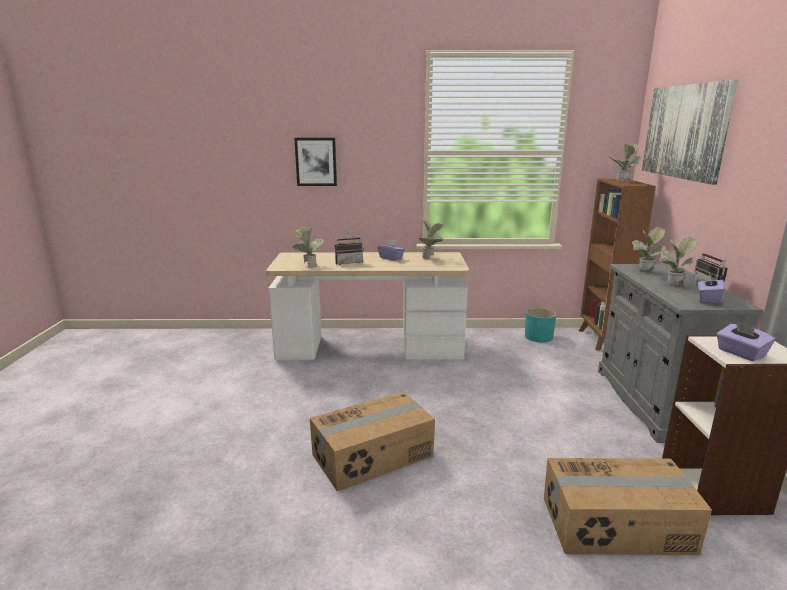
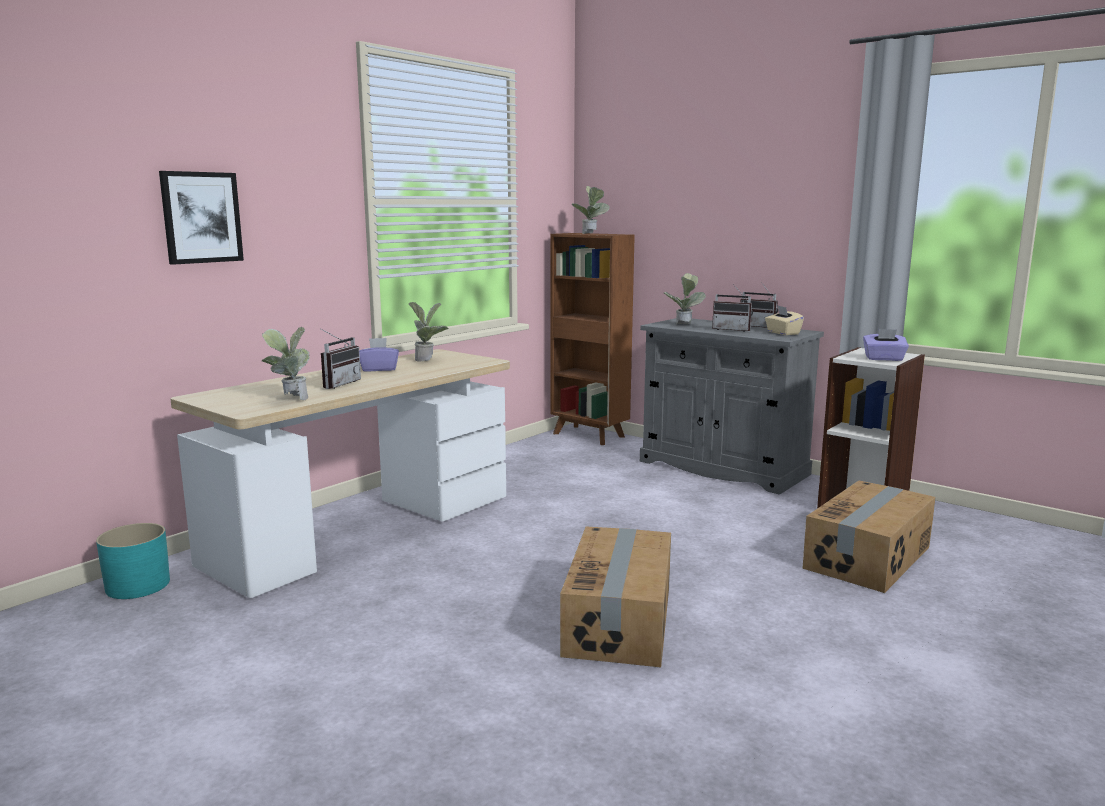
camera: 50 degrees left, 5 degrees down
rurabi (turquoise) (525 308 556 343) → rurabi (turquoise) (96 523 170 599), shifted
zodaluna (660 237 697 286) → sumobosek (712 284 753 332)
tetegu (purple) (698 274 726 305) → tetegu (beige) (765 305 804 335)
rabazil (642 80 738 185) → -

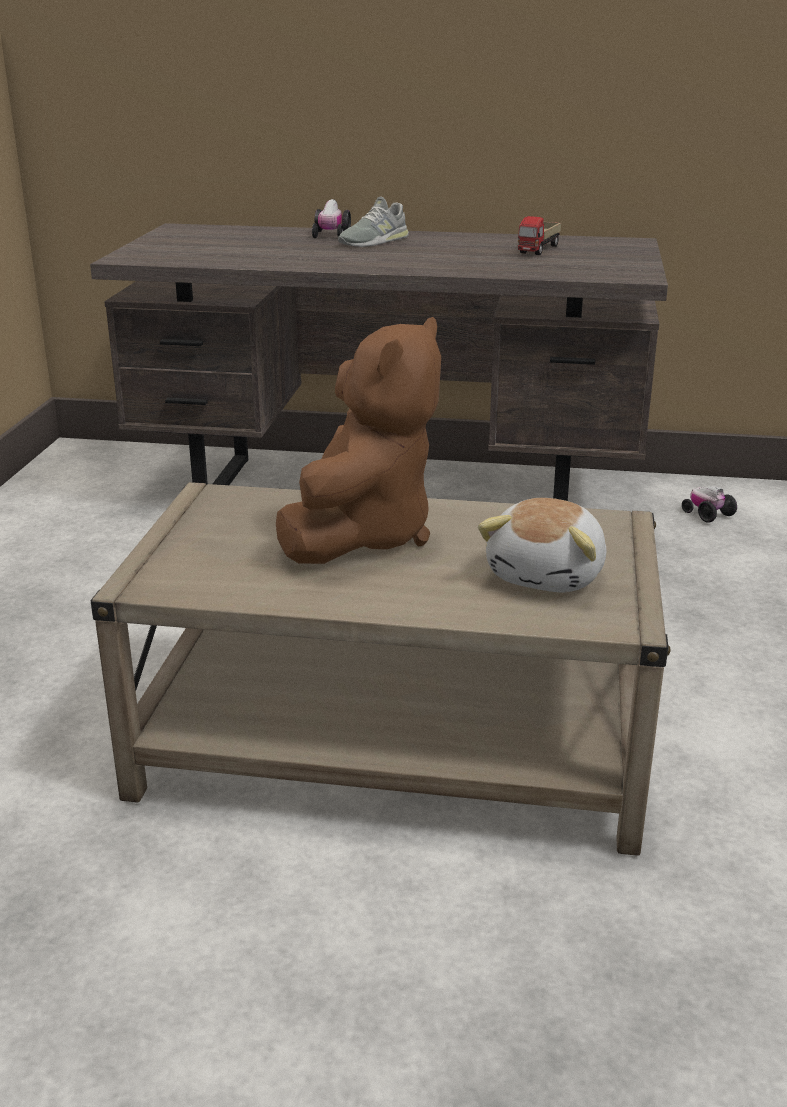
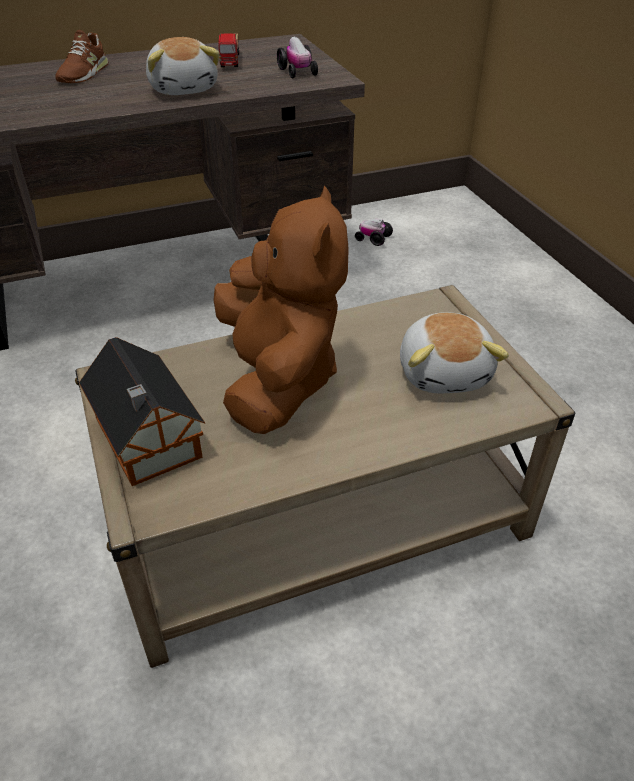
camera: 30 degrees left, 15 degrees up
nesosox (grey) (338 196 409 247) → nesosox (brown) (55 30 108 83)
- → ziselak (79 337 205 486)
- → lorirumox (146 37 220 95)
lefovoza (312 199 351 238) → lefovoza (277 36 318 78), shifted

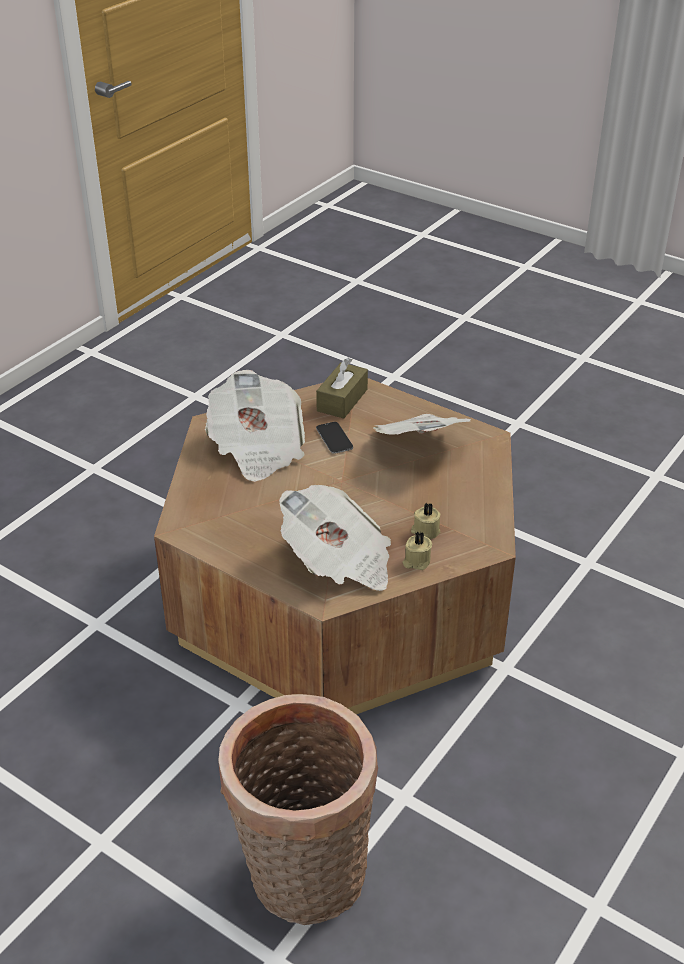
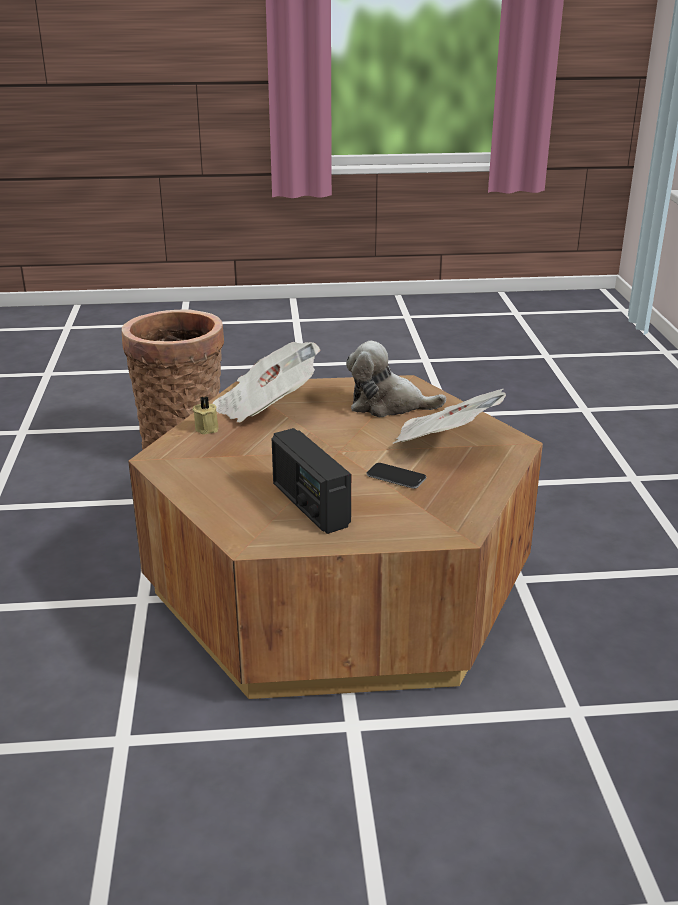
camera: 140 degrees right, 10 degrees down
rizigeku (373 414 471 435) → sumobosek (272 428 351 534)
- → lorirumox (346 341 446 417)
tetegu (brown) (316 357 368 418) → -
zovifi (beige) (411 503 441 539) → -

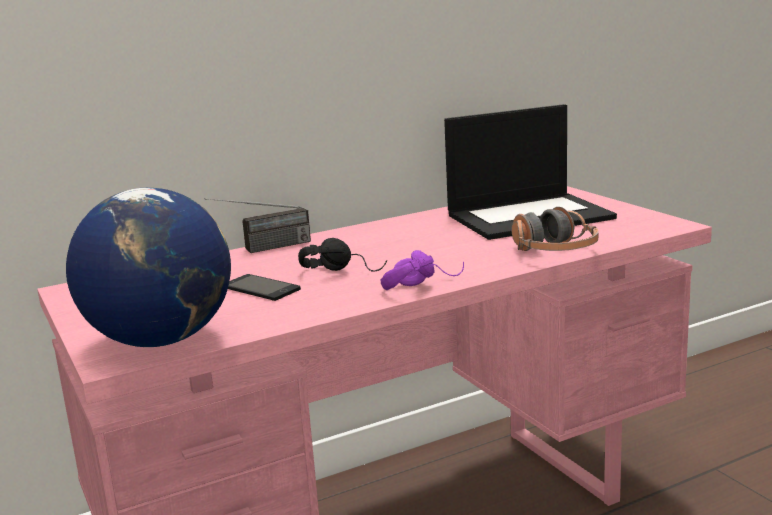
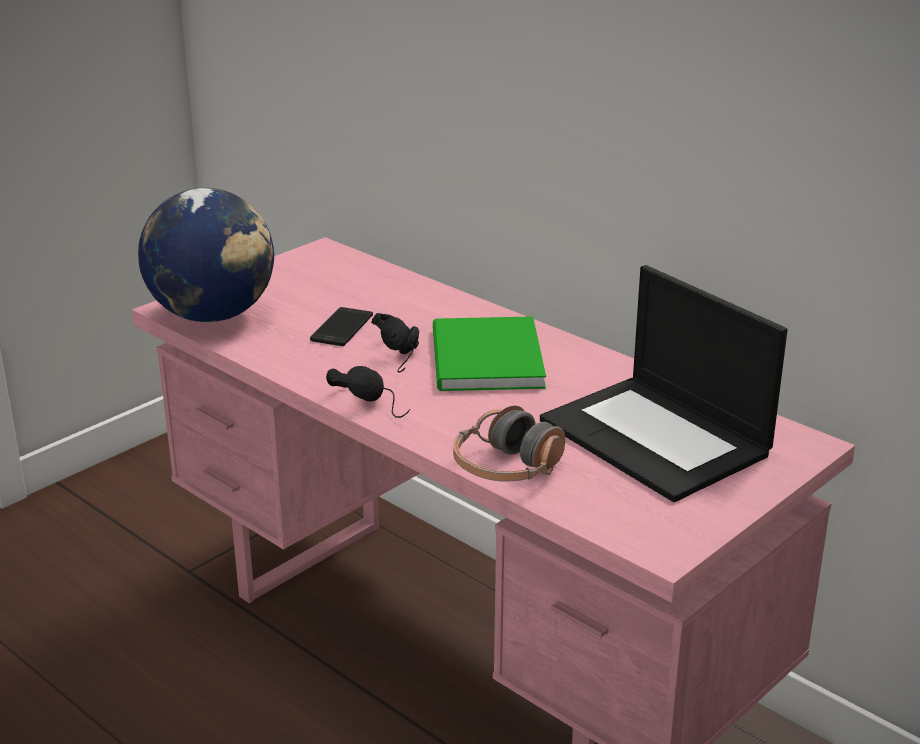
camera: 70 degrees right, 10 degrees up
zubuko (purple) (381 250 464 290) → zubuko (black) (326 366 410 418)
- → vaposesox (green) (433 316 546 391)
sumobosek (205 198 311 253) → -

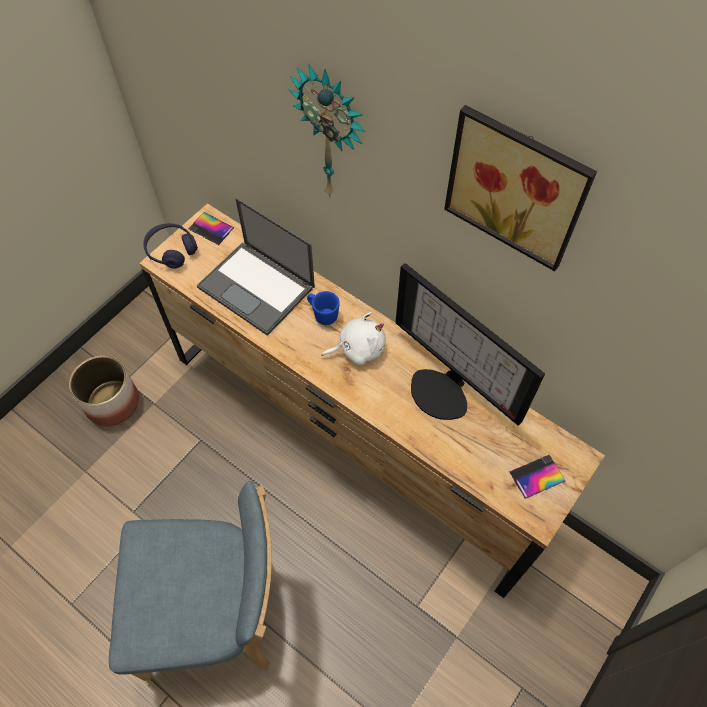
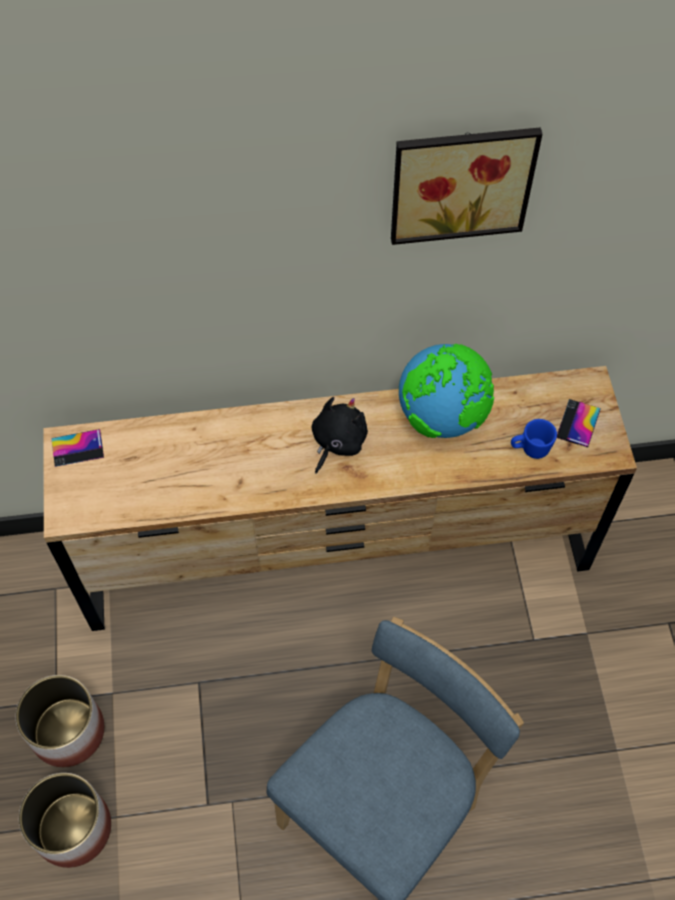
camera: 45 degrees left, 0 degrees up
- → rurabi (19 773 111 868)
lorirumox (white) (321 312 386 365) → lorirumox (black) (312 397 368 474)
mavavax (395 263 545 426) → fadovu (399 344 494 438)
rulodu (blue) (307 291 340 325) → rulodu (blue) (511 419 557 459), shifted
zubuko (purple) (143 223 198 268) → -
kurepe (197 198 315 336) → -
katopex (289 64 365 198) → -

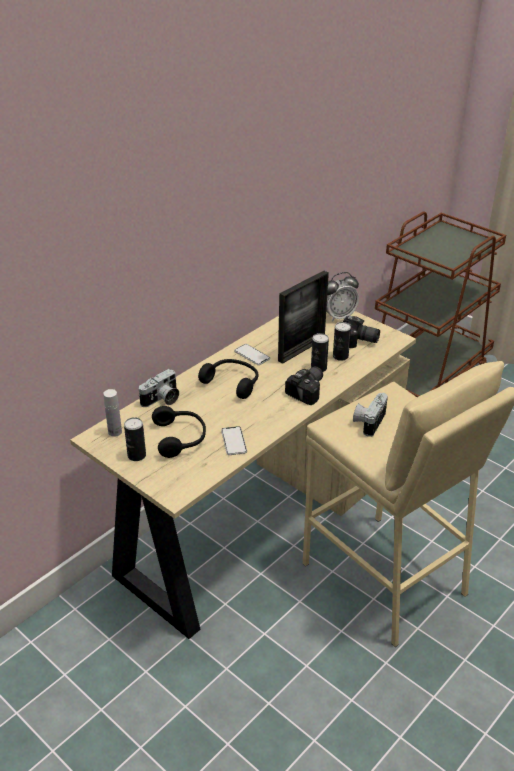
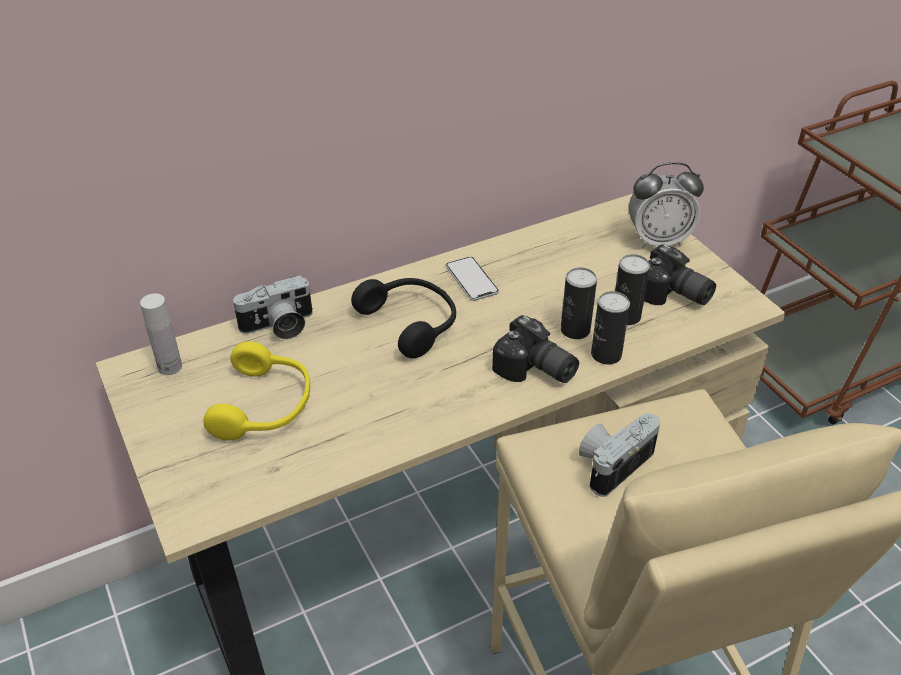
camera: 20 degrees right, 5 degrees up
zubuko (black) (152 406 206 458) → zubuko (yellow) (203 341 310 441)
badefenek (285 366 323 405) → badefenek (492 315 579 383), 75 degrees clockwise
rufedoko (124 417 146 461) → rufedoko (591 291 630 364), shifted
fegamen (221 426 247 455) → -
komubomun (278 271 329 364) → -

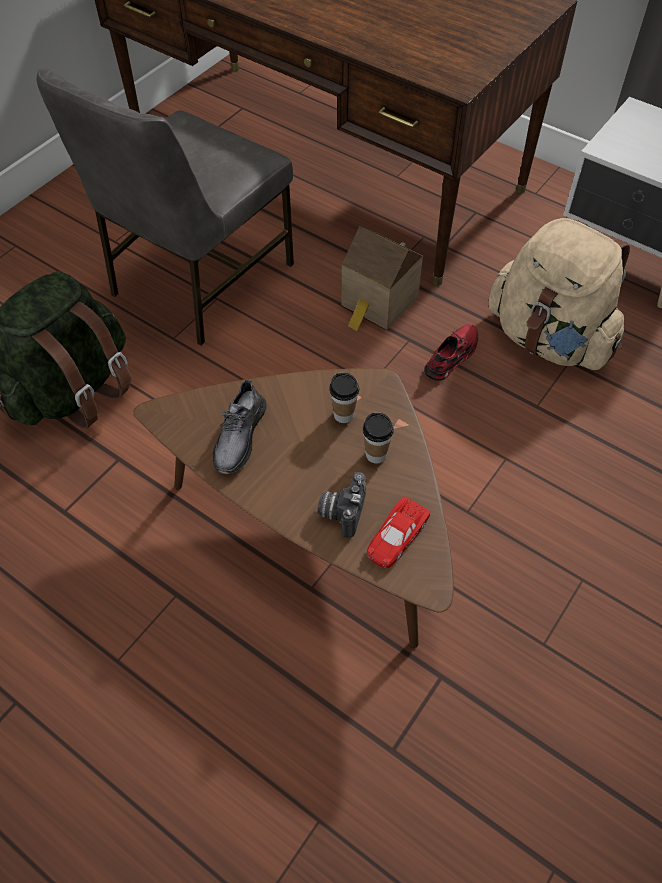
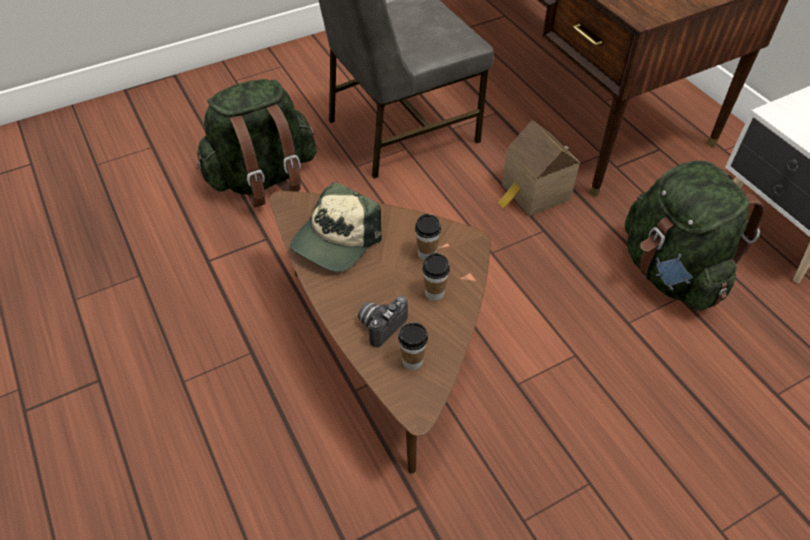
camera: 25 degrees right, 5 degrees down
nesosox (grey) (213 379 267 474) → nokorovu (290 182 382 272)
lefovoza (red) (367 496 431 568) → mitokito (398 323 428 370)
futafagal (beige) (489 218 630 370) → futafagal (green) (625 161 765 311)
nesosox (red) (424 324 478 381) → -

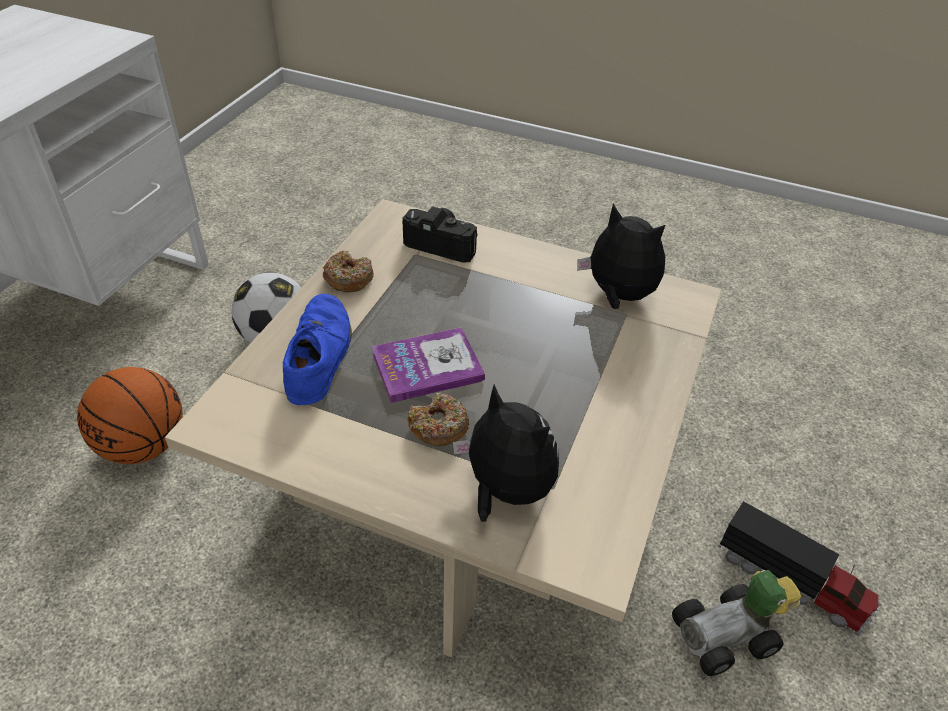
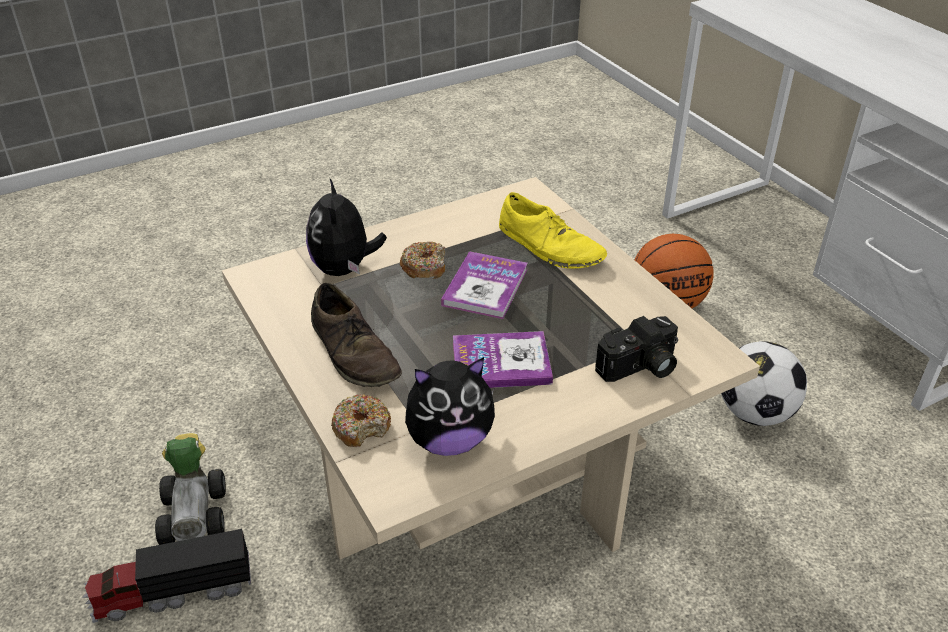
camera: 130 degrees right, 5 degrees down
lefovoza (672 570 801 676) → lefovoza (155 433 226 545), 150 degrees clockwise
lorirumox (453 385 559 522) → lorirumox (306 177 387 276), 90 degrees clockwise
- → nesosox (brown) (311 283 402 387)
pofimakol (323 251 374 292) → pofimakol (331 394 391 447), shifted
- → vaposesox (453 331 553 388)
nesosox (blue) (283 294 352 405) → nesosox (yellow) (499 192 607 269)

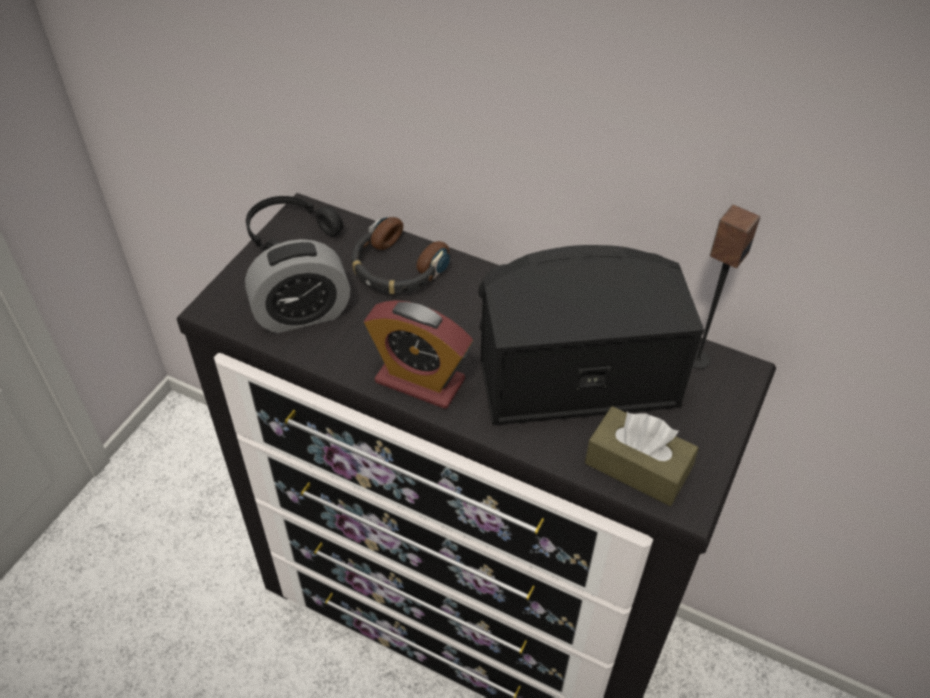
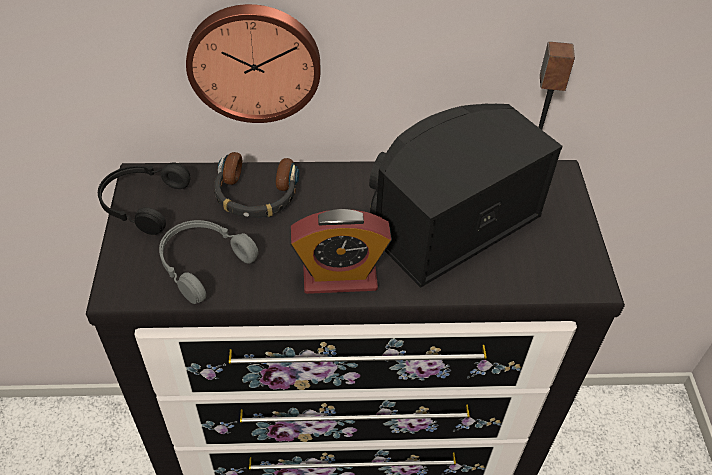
camera: 30 degrees left, 0 degrees up
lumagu (245 239 350 333) → zubuko (grey) (159 220 259 304)
- → katopex (186 4 320 123)
tetegu (brown) (585 406 699 506) → -

